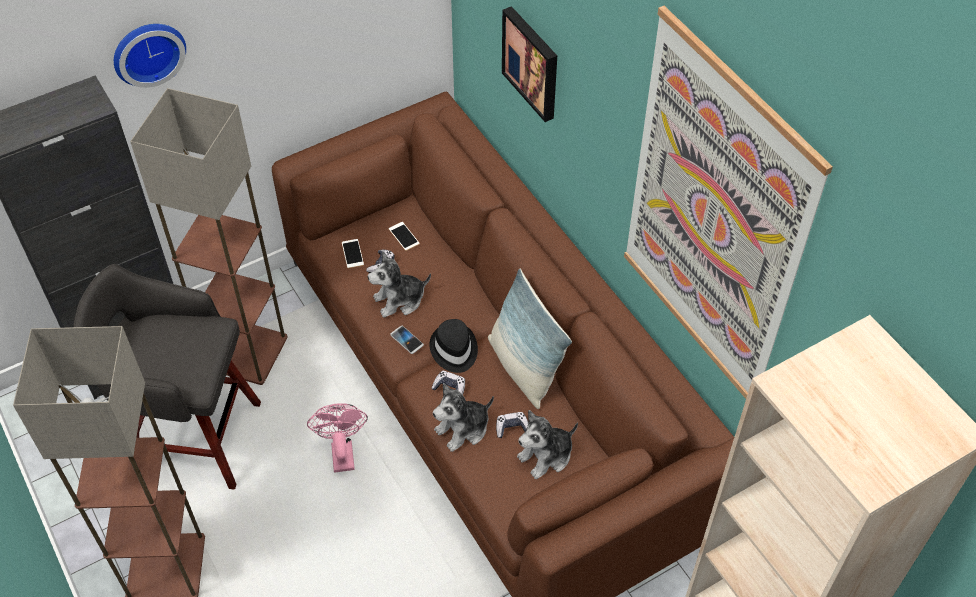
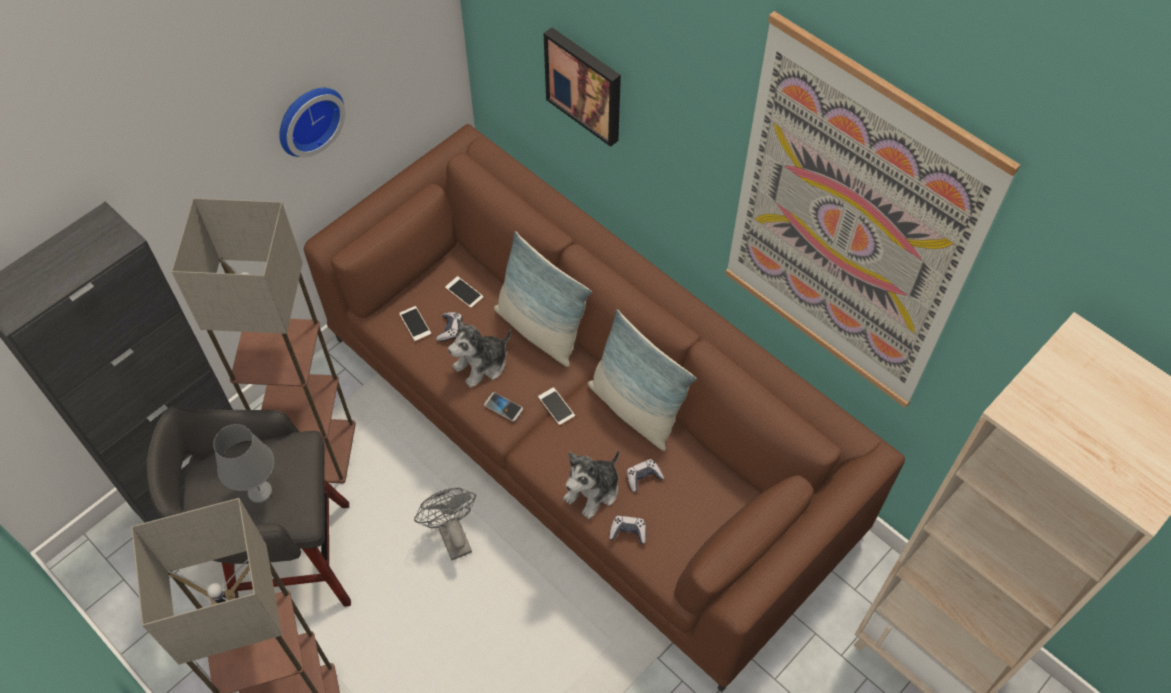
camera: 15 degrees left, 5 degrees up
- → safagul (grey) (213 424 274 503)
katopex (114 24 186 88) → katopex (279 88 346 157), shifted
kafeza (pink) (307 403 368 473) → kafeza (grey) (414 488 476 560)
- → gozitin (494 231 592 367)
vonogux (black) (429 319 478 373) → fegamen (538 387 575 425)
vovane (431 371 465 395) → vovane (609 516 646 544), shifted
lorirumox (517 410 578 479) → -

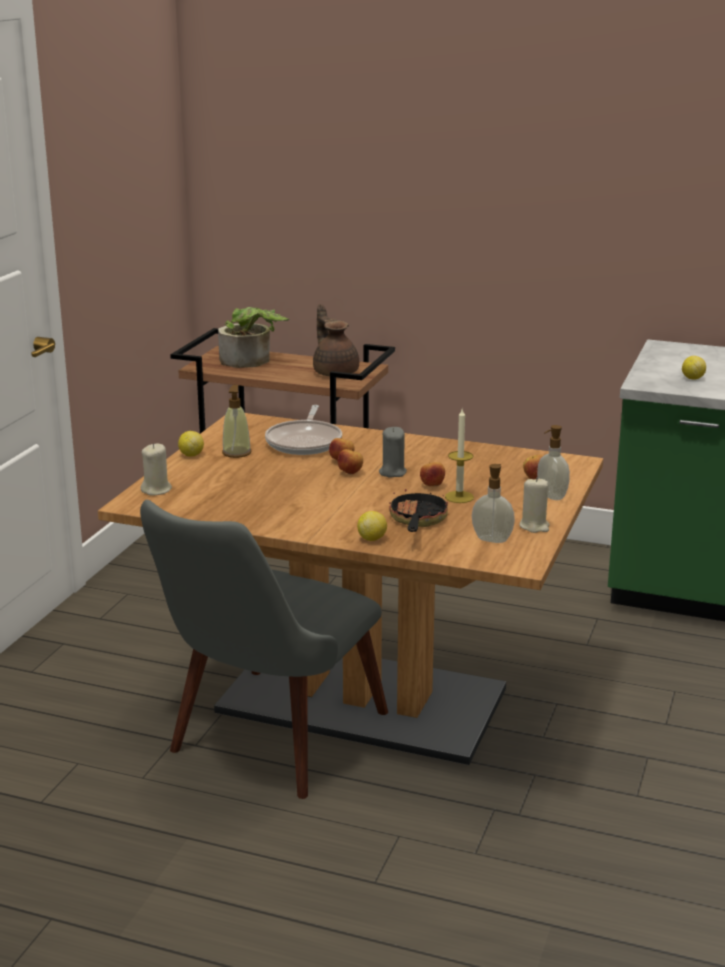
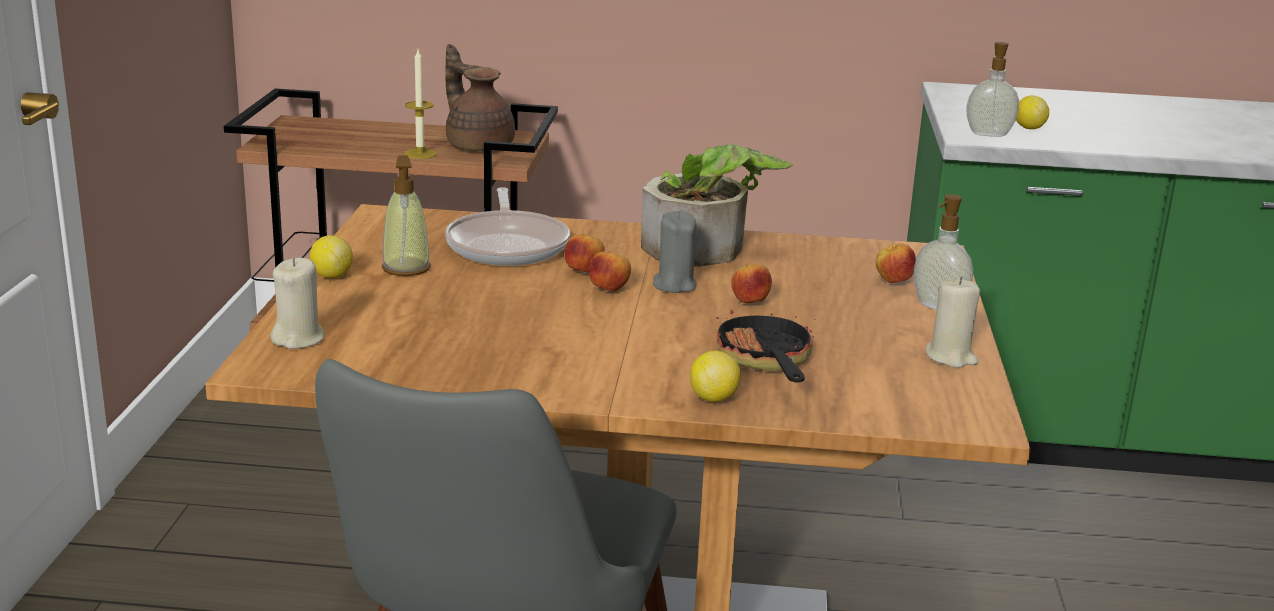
camera: 15 degrees left, 0 degrees up
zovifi (445 409 474 503) → zovifi (404 50 437 159), shifted
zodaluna (218 307 289 368) → zodaluna (641 144 793 267), shifted
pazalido (472 464 515 543) → pazalido (967 42 1019 137), shifted

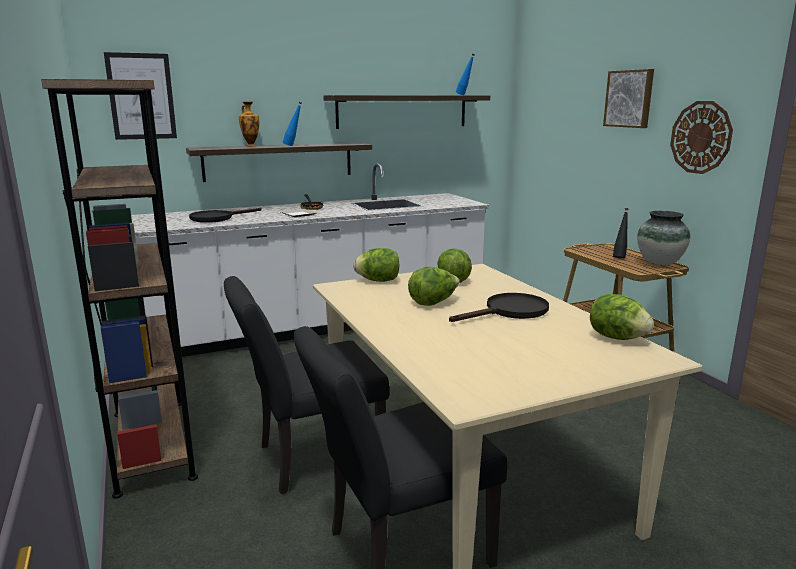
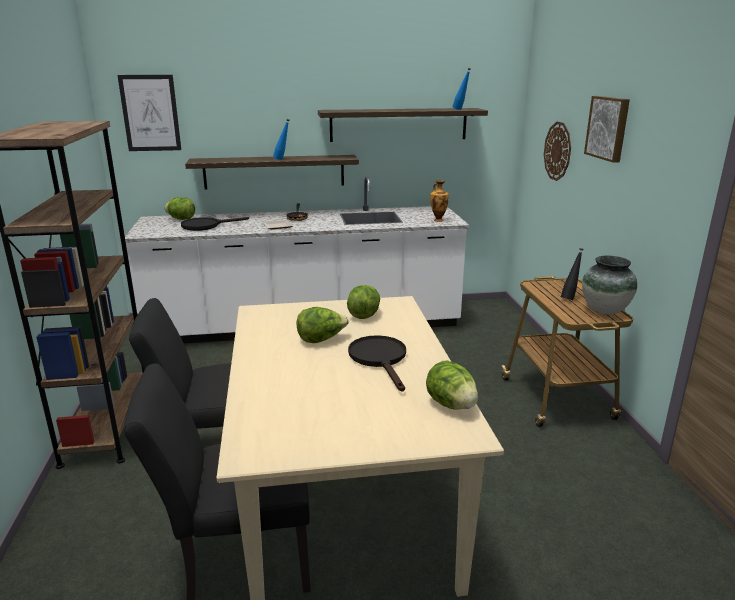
camera: 15 degrees right, 5 degrees up
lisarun (353 248 400 282) → lisarun (164 197 195 220), shifted
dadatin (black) (449 293 549 322) → dadatin (black) (348 335 406 391), 90 degrees counterclockwise
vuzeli (239 101 259 146) → vuzeli (430 180 449 222), shifted
katopex (670 101 733 174) → katopex (544 121 571 181), shifted

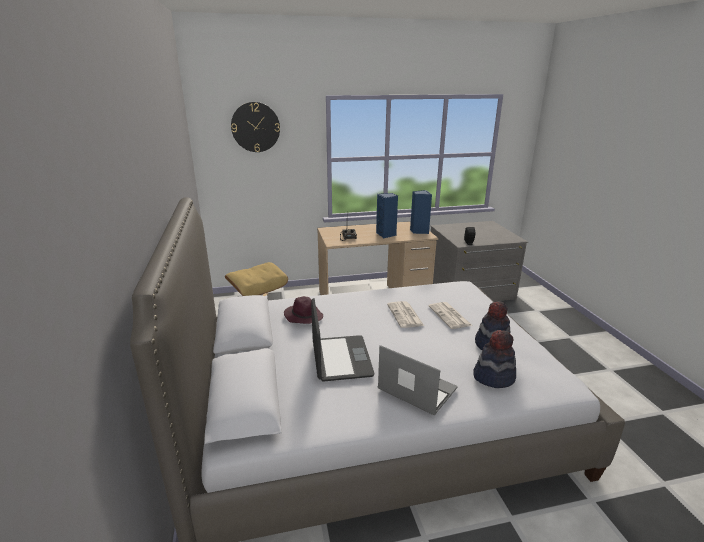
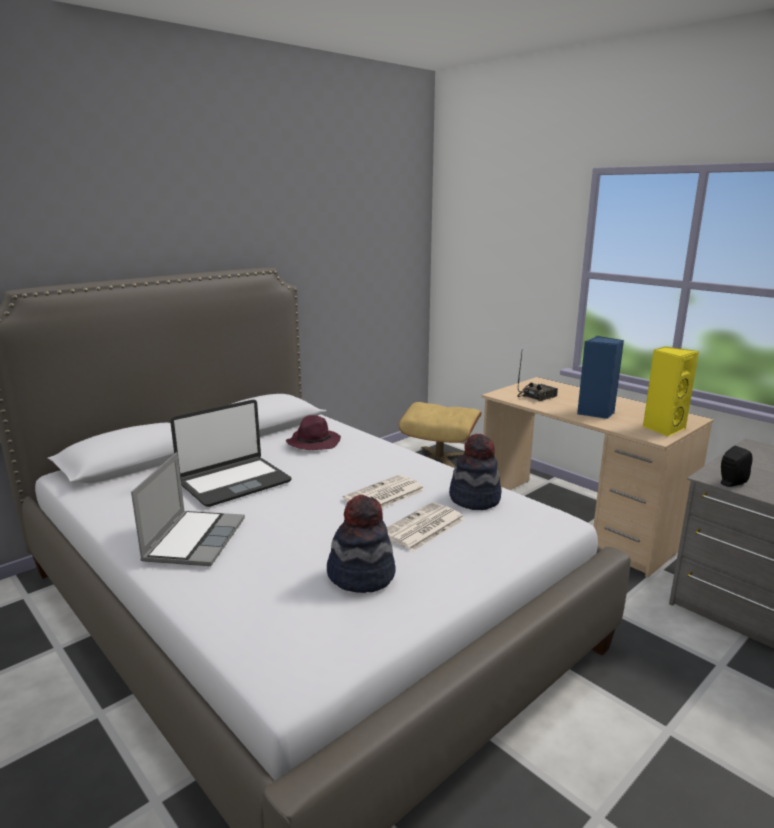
camera: 60 degrees right, 5 degrees down
vonogux (473 330 516 388) → vonogux (449 434 502 510), shifted
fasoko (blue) (410 190 432 234) → fasoko (yellow) (643 346 699 437)
katopex (231 102 280 152) → -

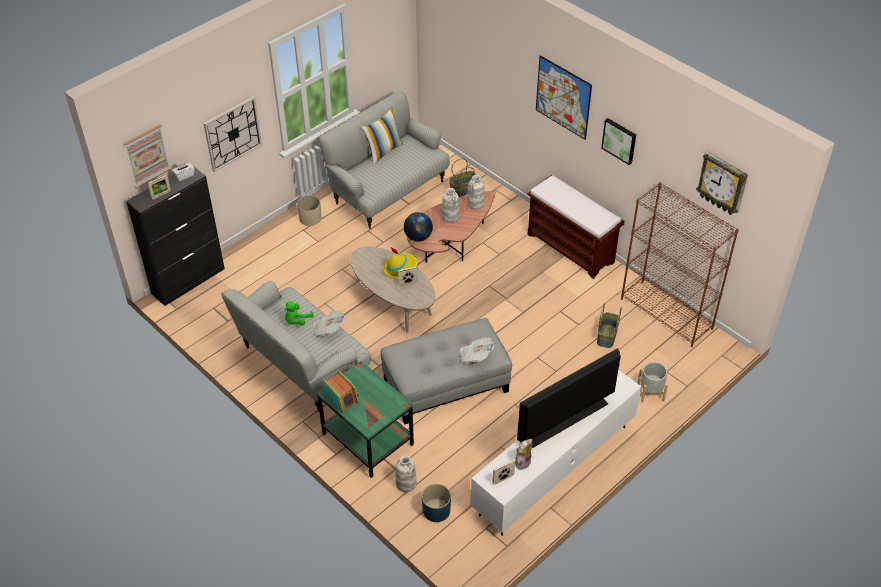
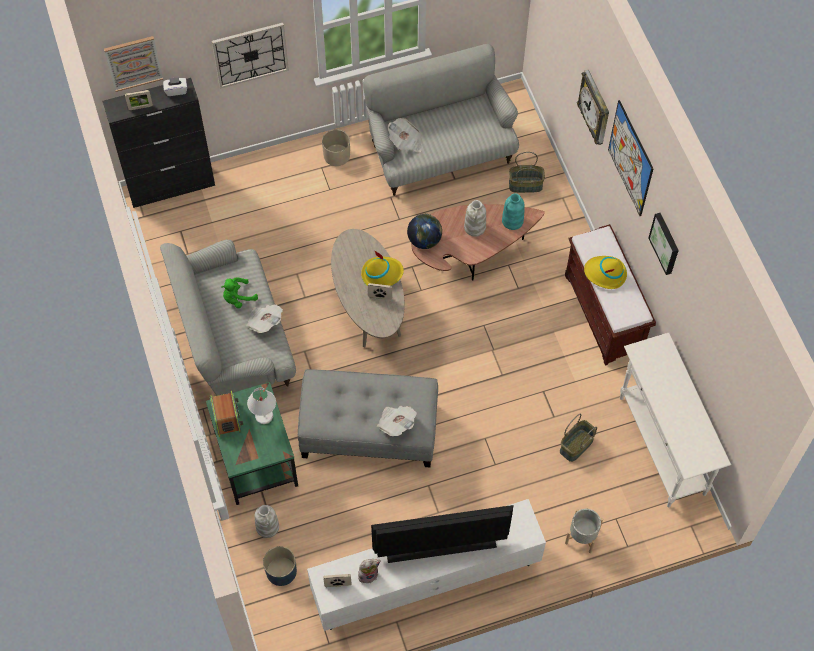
camera: 25 degrees right, 15 degrees up
- → safagul (white) (247 388 276 424)
- → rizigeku (388 118 422 152)
vuzeli (white) (467 175 485 210) → vuzeli (turquoise) (502 193 525 230)
katopex (696 151 748 215) → katopex (577 70 609 145), shifted
- → vonogux (yellow) (584 256 627 289)
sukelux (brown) (621 182 739 347) → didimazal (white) (620 333 731 507)
gozitin (361 107 403 164) → -

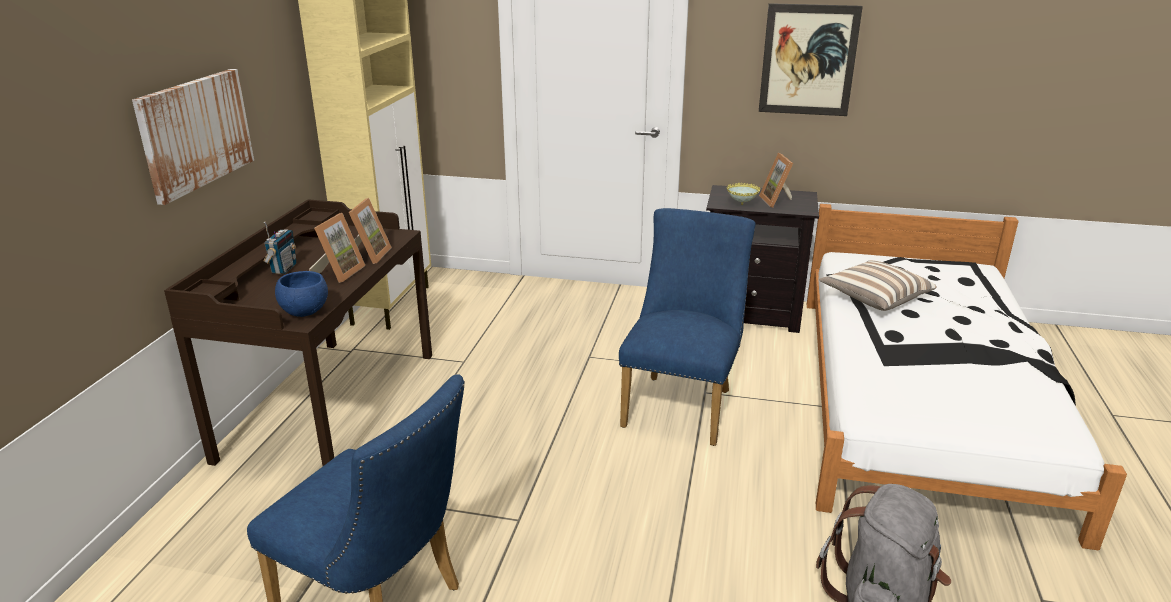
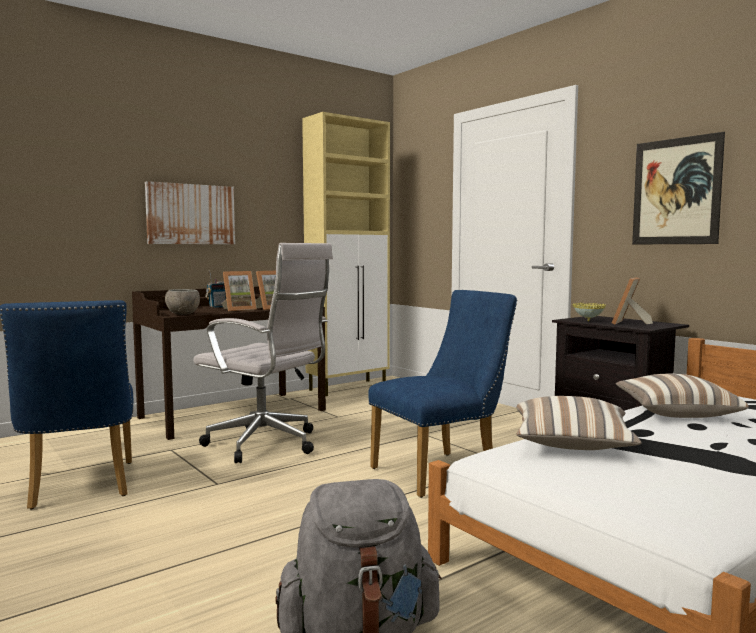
camera: 40 degrees right, 20 degrees down
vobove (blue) (275 271 328 317) → vobove (grey) (165 289 200 315)
- → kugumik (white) (193 243 333 463)
- → gozitin (516 396 642 450)

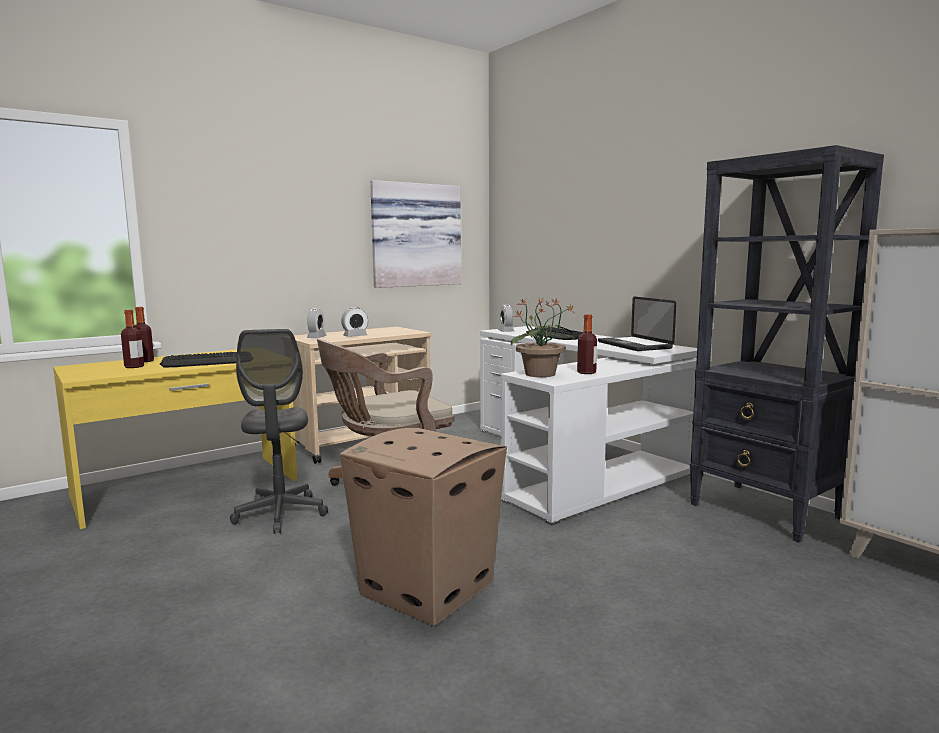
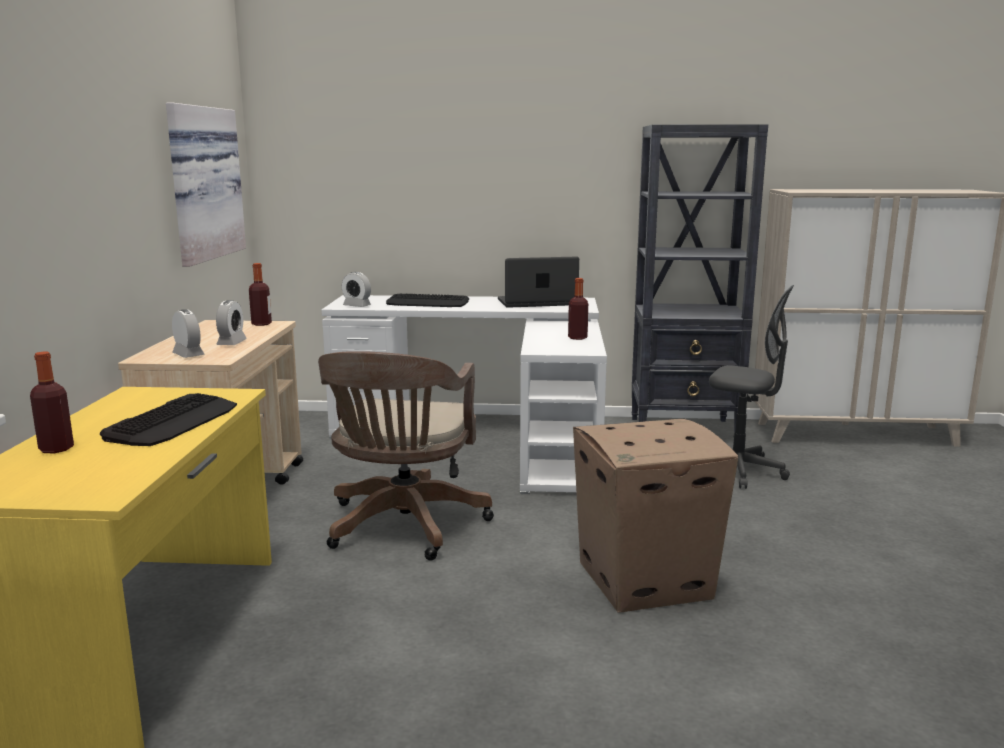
camera: 50 degrees left, 5 degrees up
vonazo (121 310 144 368) → vonazo (249 263 272 326), shifted
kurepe (598 297 676 351) → kurepe (498 257 579 308), 150 degrees clockwise
kugumik (grey) (230 329 328 534) → kugumik (grey) (709 285 794 489), shifted
zodaluna (511 298 575 377) → -

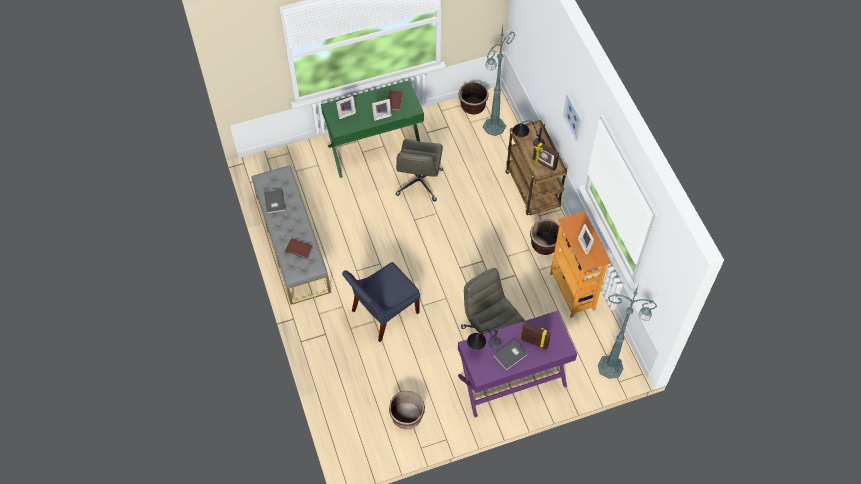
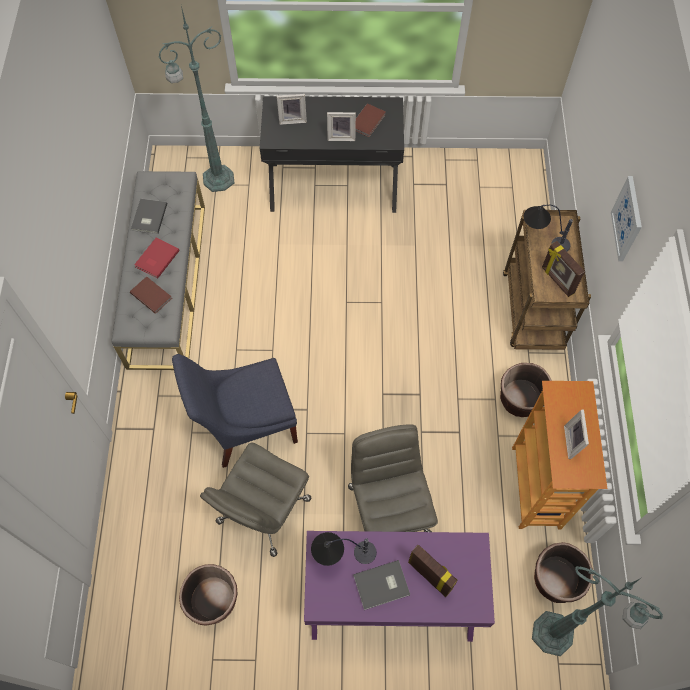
camera: 20 degrees right, 5 degrees up
- → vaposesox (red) (134 237 179 279)
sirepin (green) (483 26 515 136) → sirepin (green) (158 6 234 192), shifted
kugumik (grey) (396 139 443 201) → kugumik (grey) (200 443 311 557), shifted
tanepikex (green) (321 80 424 178) → tanepikex (black) (260 96 404 213)
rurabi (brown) (459 82 488 115) → rurabi (brown) (534 542 593 603), shifted

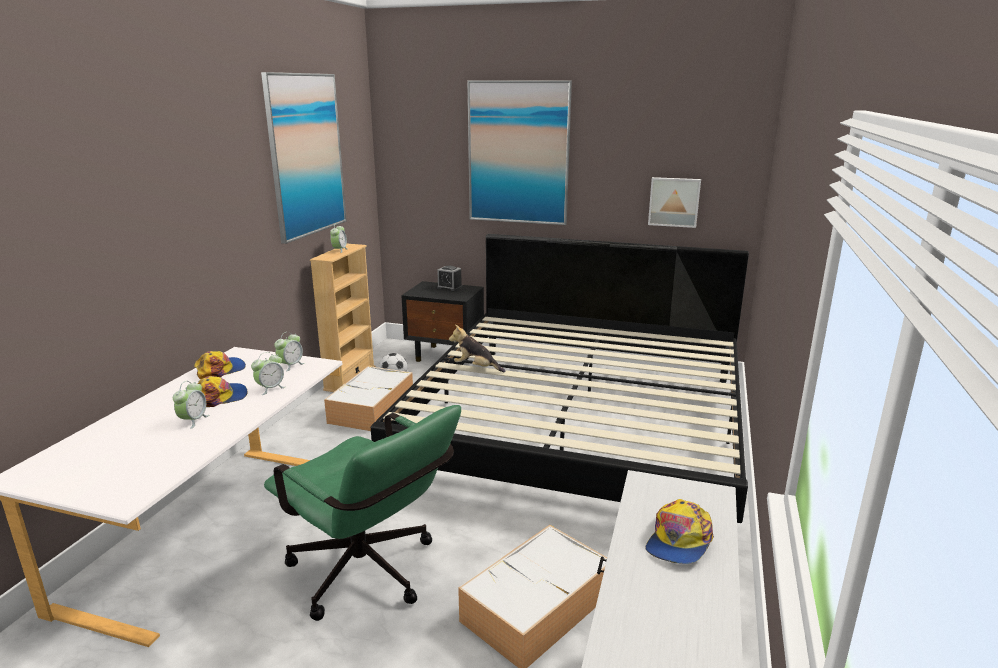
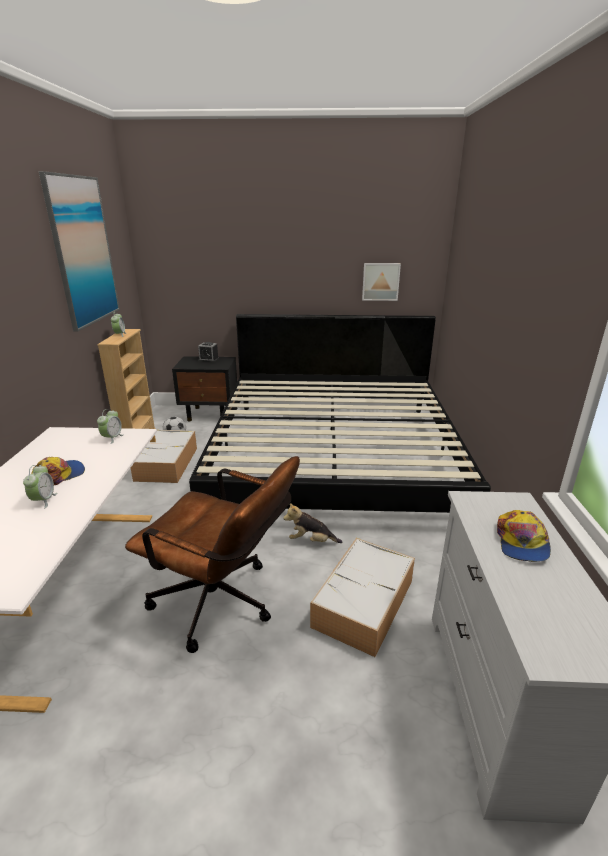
camera: 15 degrees left, 5 degrees up
kugumik (green) (264 405 461 621) → kugumik (brown) (125 456 300 653)
lorirumox (449 324 505 372) → lorirumox (283 503 342 543), shifted
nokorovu (194 351 246 379) → -
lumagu (251 352 285 395) → -
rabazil (467 80 572 225) → -

